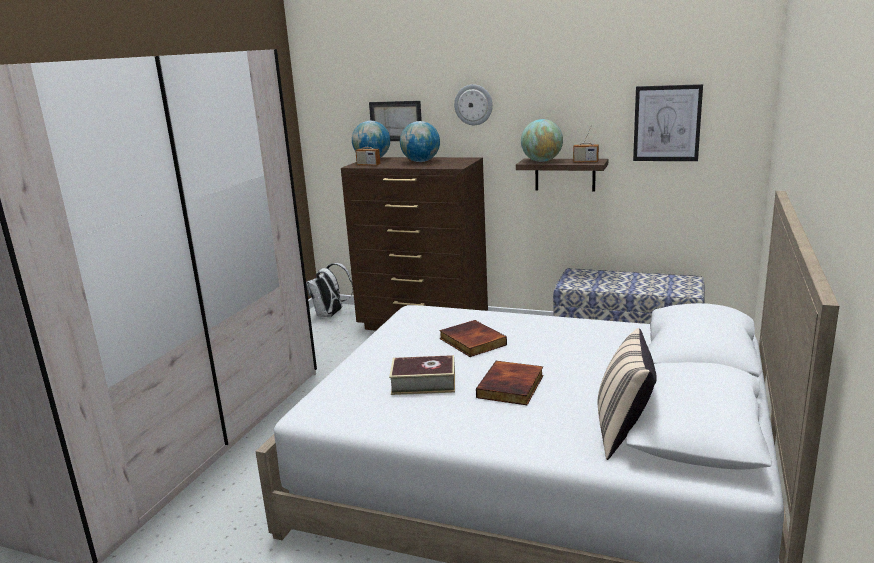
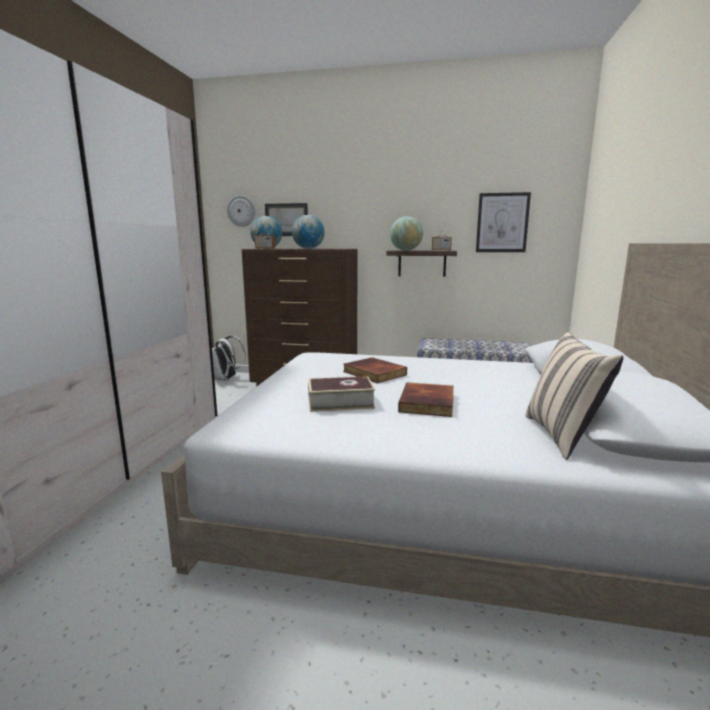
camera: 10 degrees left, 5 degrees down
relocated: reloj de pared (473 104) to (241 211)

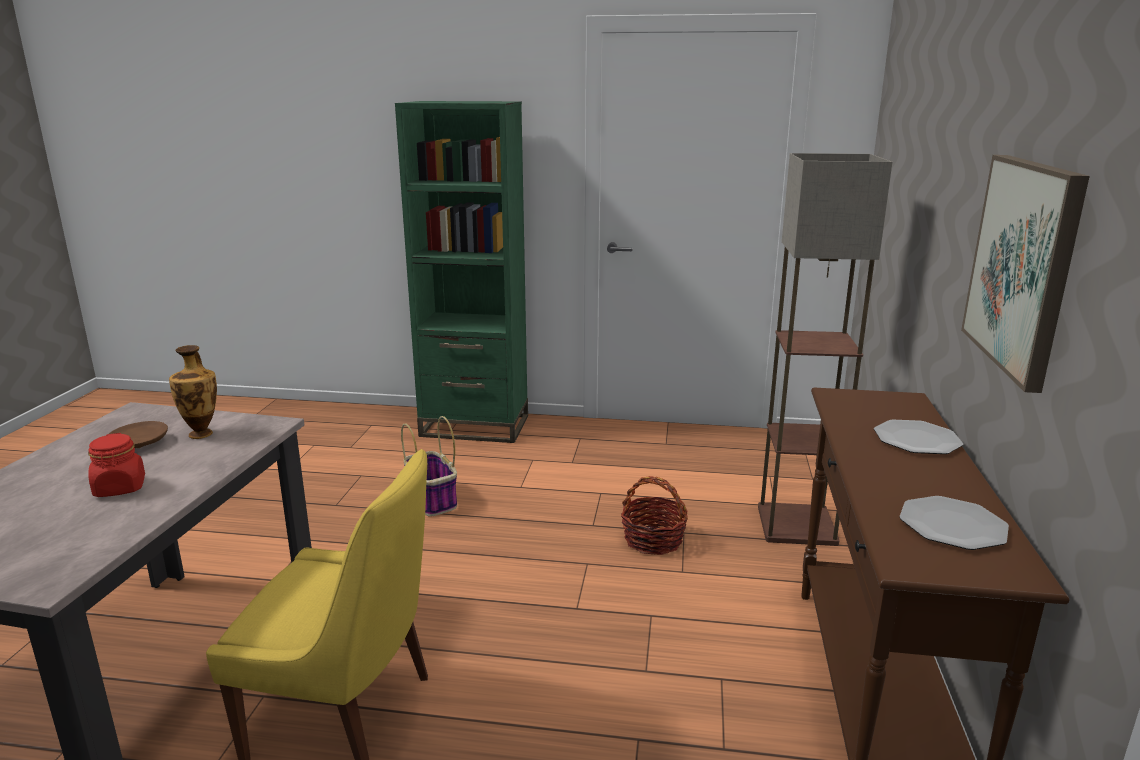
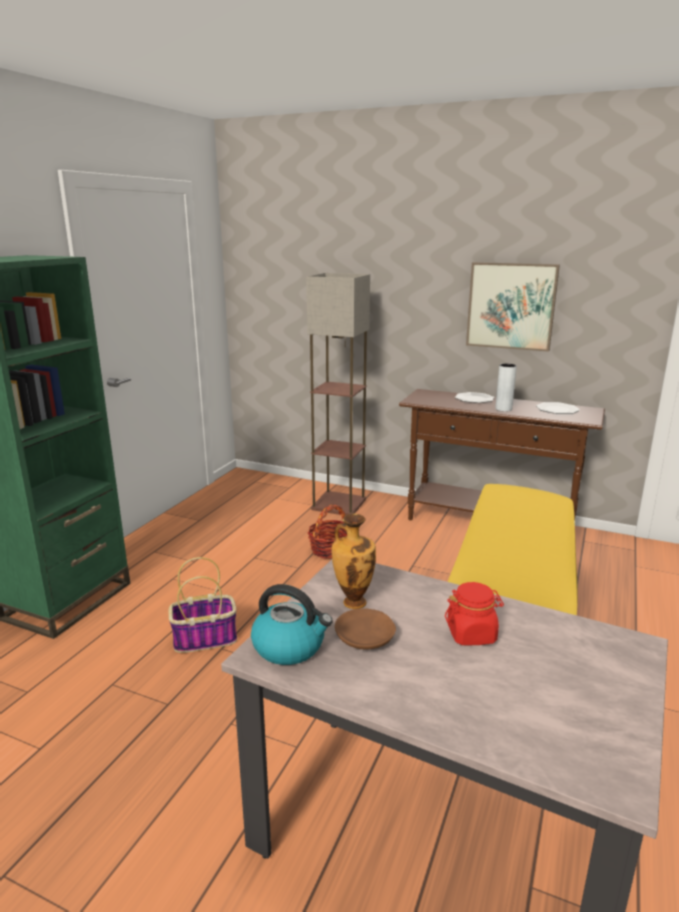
camera: 75 degrees left, 0 degrees up
appeared: hervidor (290 646); florero (gris) (503 409)

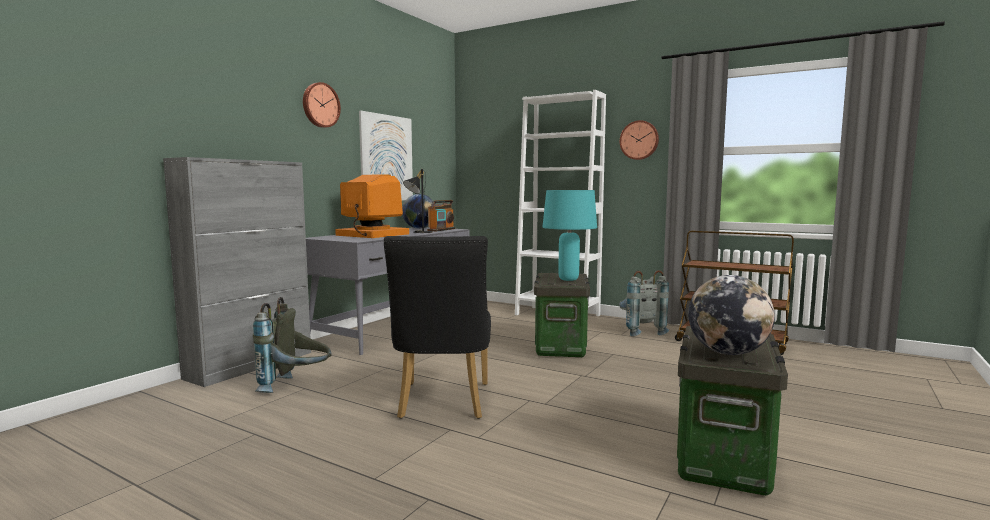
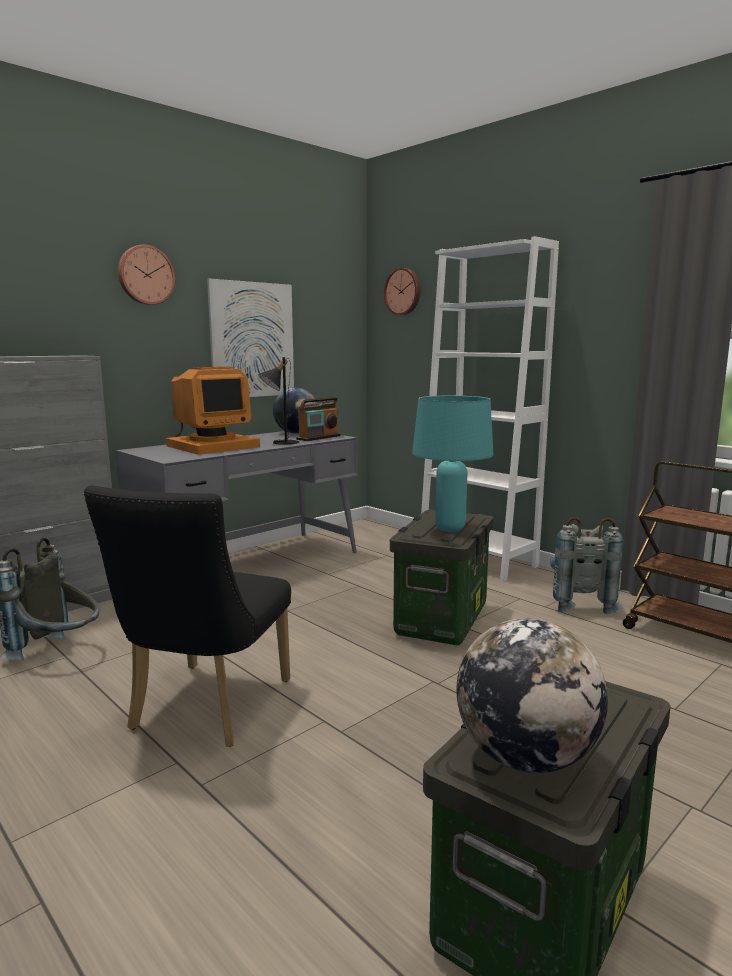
camera: 15 degrees right, 5 degrees up
relocated: reloj de pared (639 140) to (403 292)
spun: monitor (371 235) = (212 446) 90 degrees clockwise

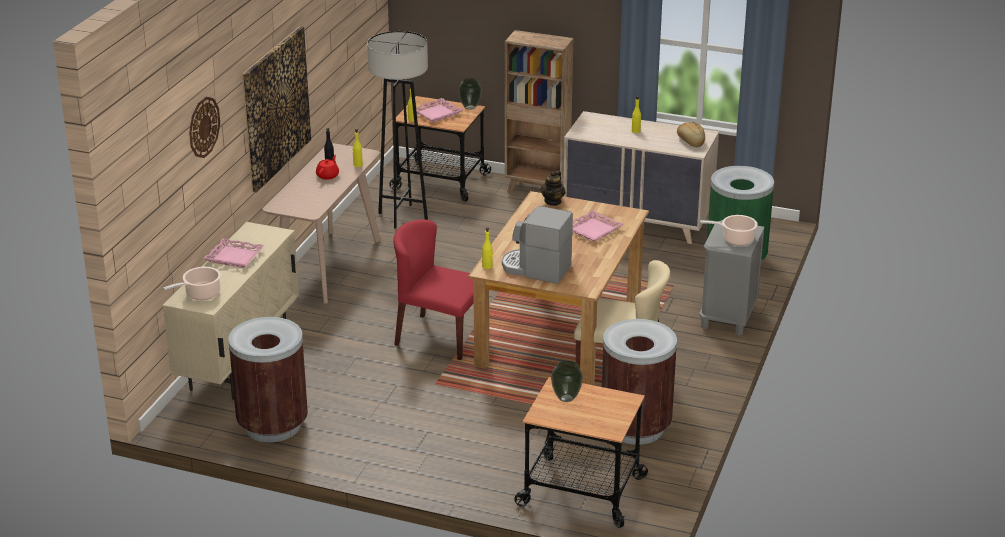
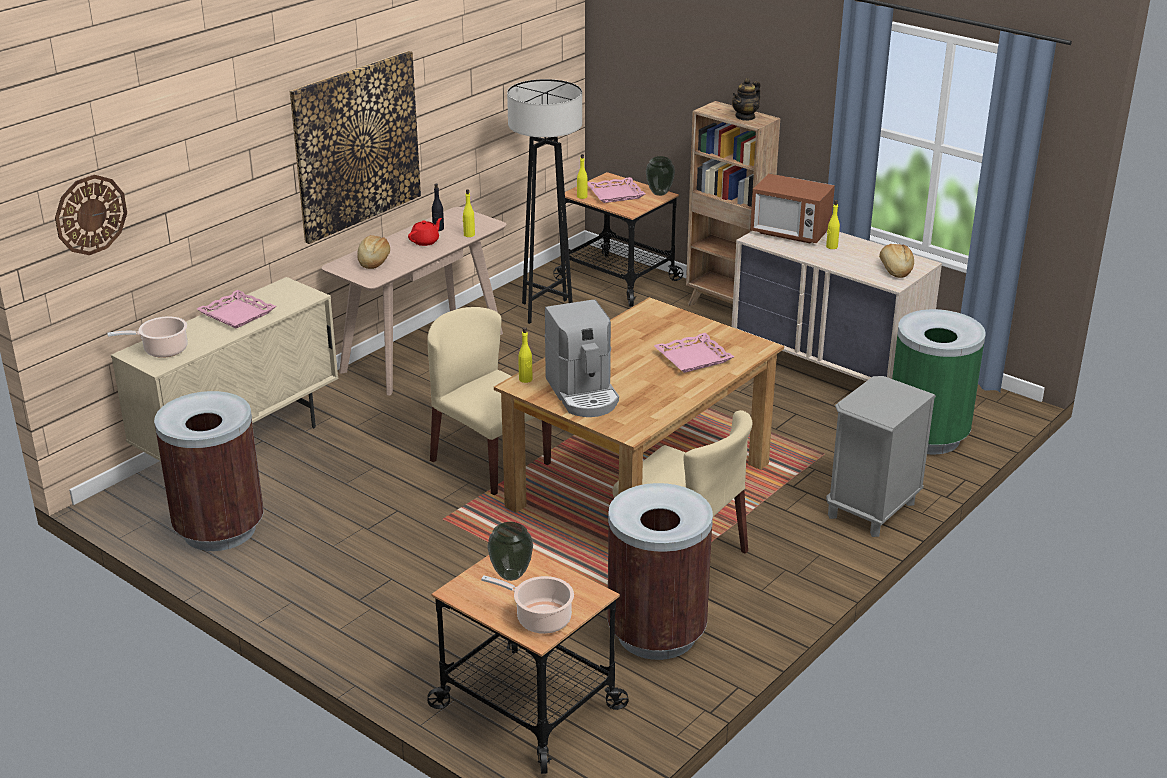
camera: 20 degrees right, 0 degrees up
appeared: pan (373 261); microondas (790 233)
relocated: reloj de pared (203 127) to (90 214); olla (735 239) to (540 618); tetera (553 201) to (745 117)
colour: silla (rojo) (439 337) to silla (beis) (489 462)
spun: cafetera (535 269) = (583 393) 150 degrees counterclockwise

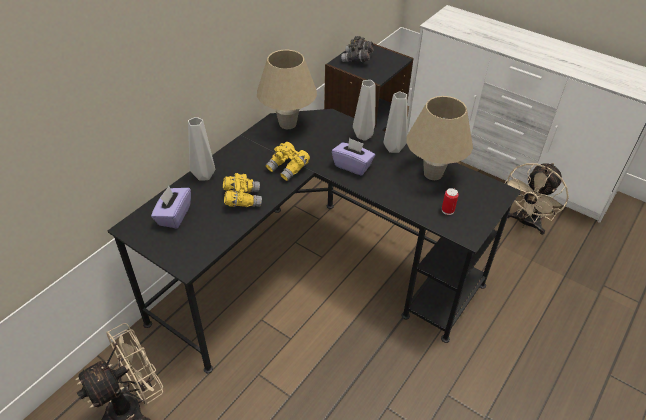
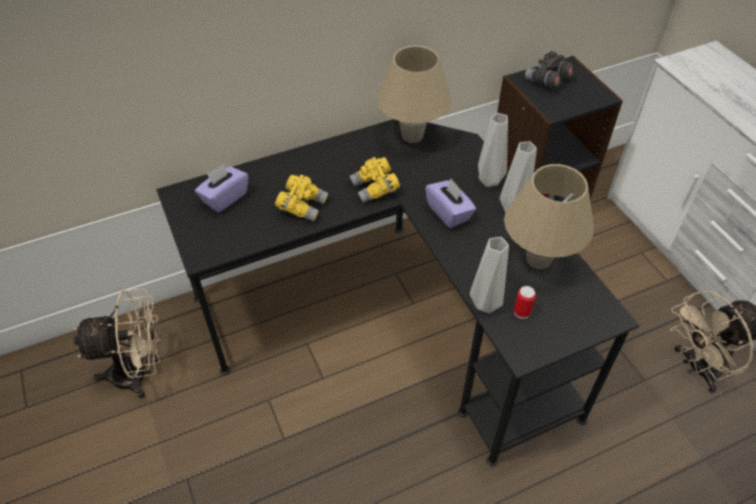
camera: 30 degrees right, 5 degrees up
relocated: florero (gris) (204 176) to (485 305)

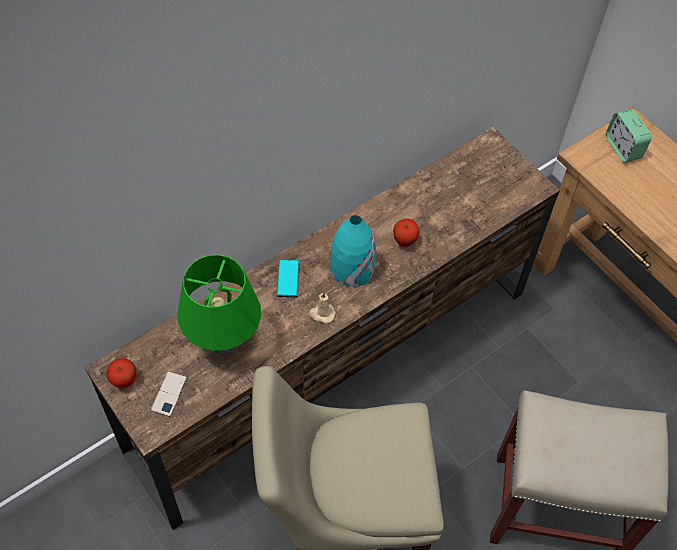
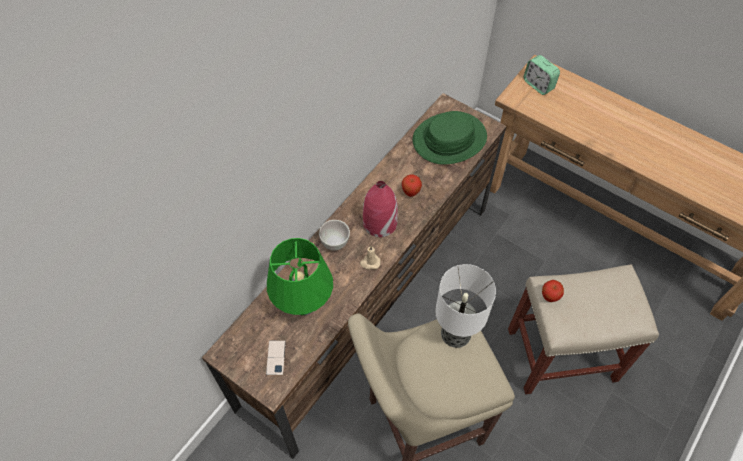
camera: 15 degrees left, 0 degrees up
appeared: sombrero (verde) (449 139); lámpara de mesa (455 333)
relocated: manzana (124 381) to (549 297)
exchanged: móvil (288 278) to cuenco (blanco) (335 243)
colour: florero (turquesa) (351 268) to florero (rojo) (379 223)

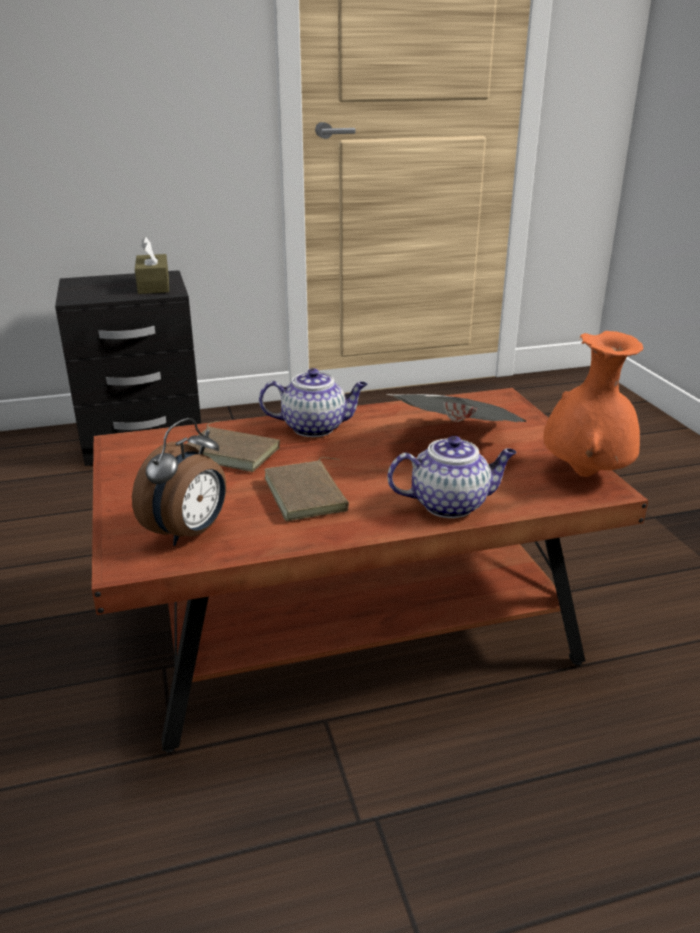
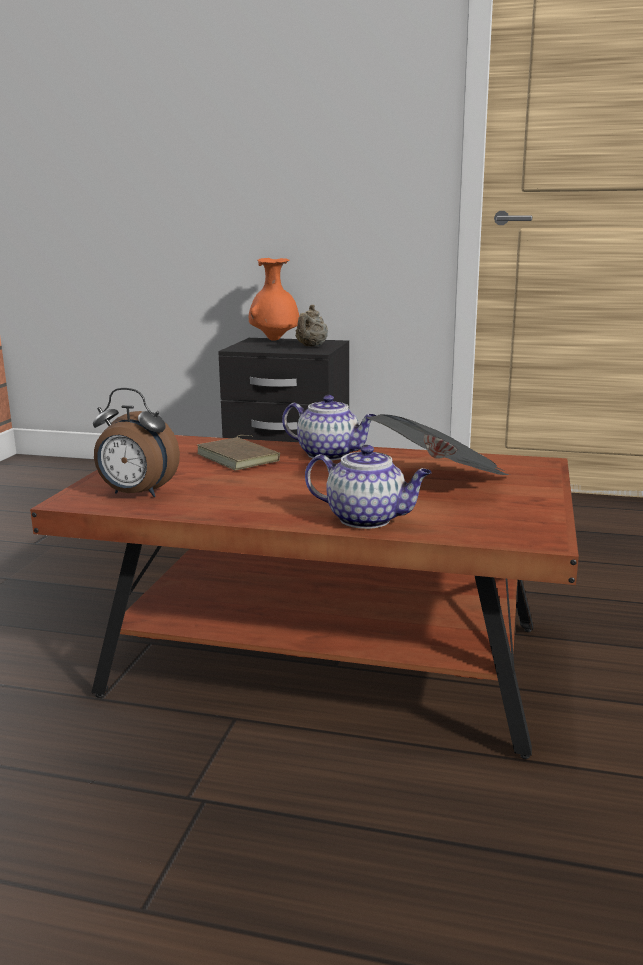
camera: 30 degrees right, 10 degrees down
missing: libro (marrón) (308 495)
relocated: florero (naranja) (585 474) to (274 340)
exchanged: caja de pañuelos (marrón) (153 285) to tetera (beis) (311 346)
spun: despertador (189 533) = (136 494) 45 degrees clockwise

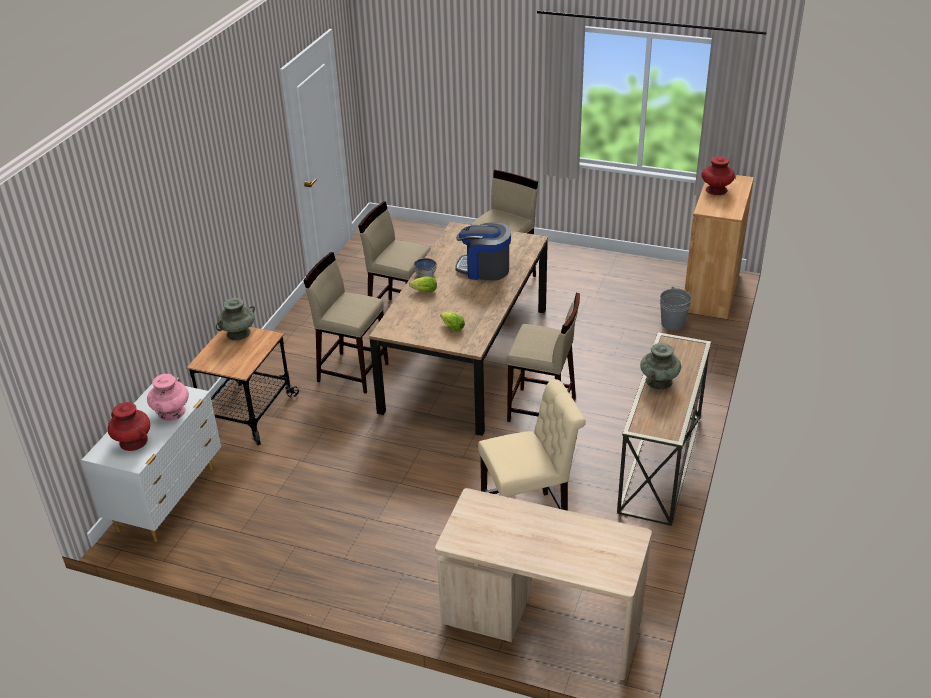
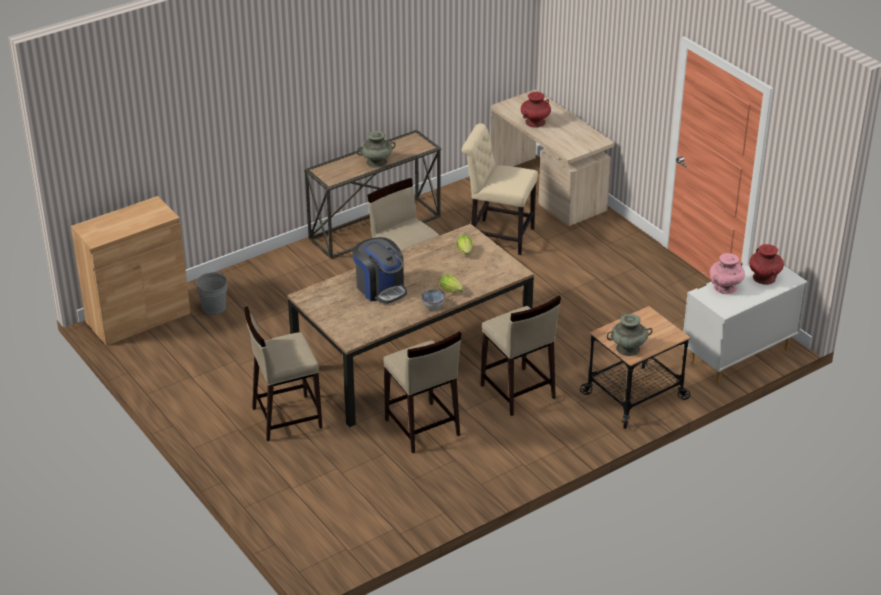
camera: 145 degrees left, 0 degrees up
relocated: florero (rojo) (716 190) to (535 122)

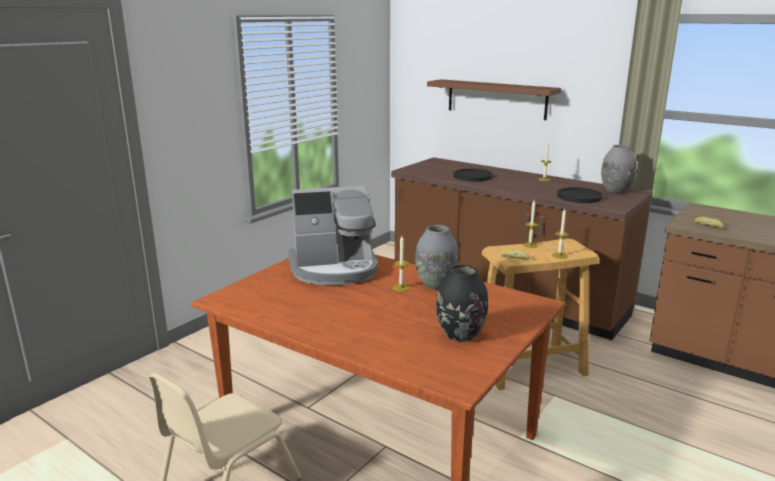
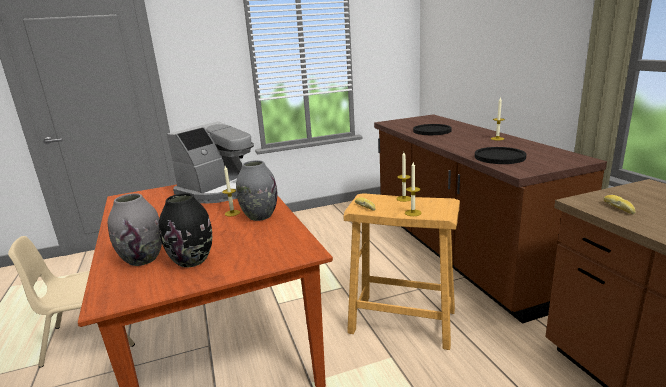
camera: 35 degrees right, 0 degrees up
missing: estante (marrón) (496 99)
relocated: florero (gris) (615 190) to (143 259)
spun: cafetera (334 268) = (221 190) 75 degrees counterclockwise

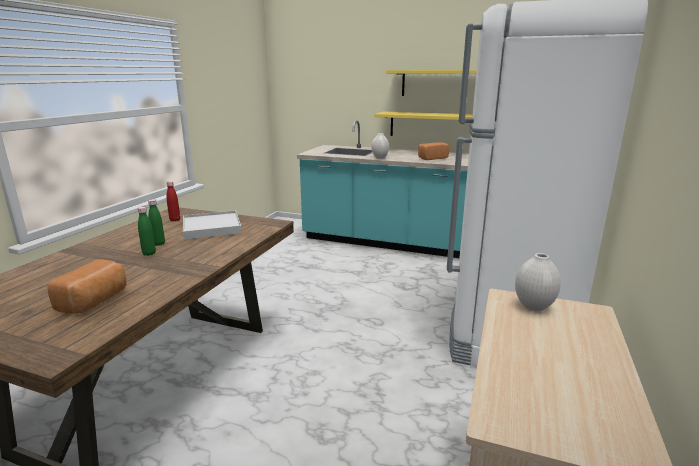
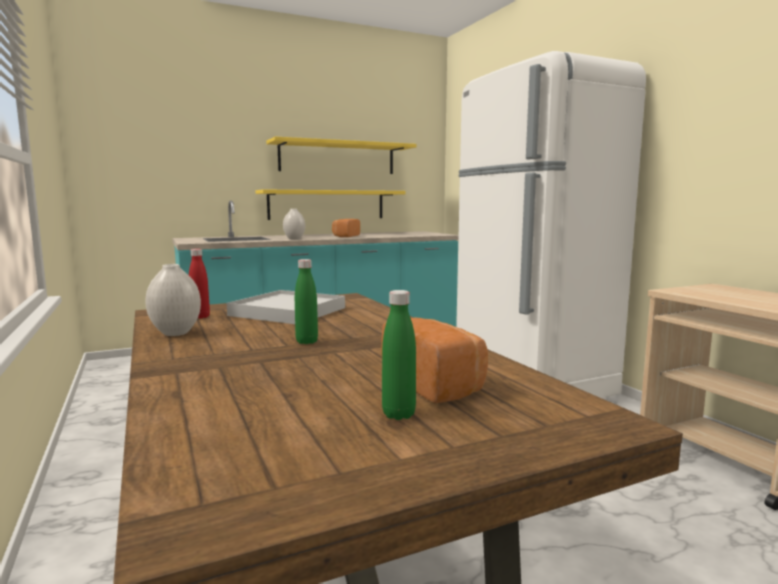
camera: 45 degrees left, 10 degrees down
relocated: florero (blanco) (533 306) to (175 333); botella (verde) (158 244) to (398 414)

